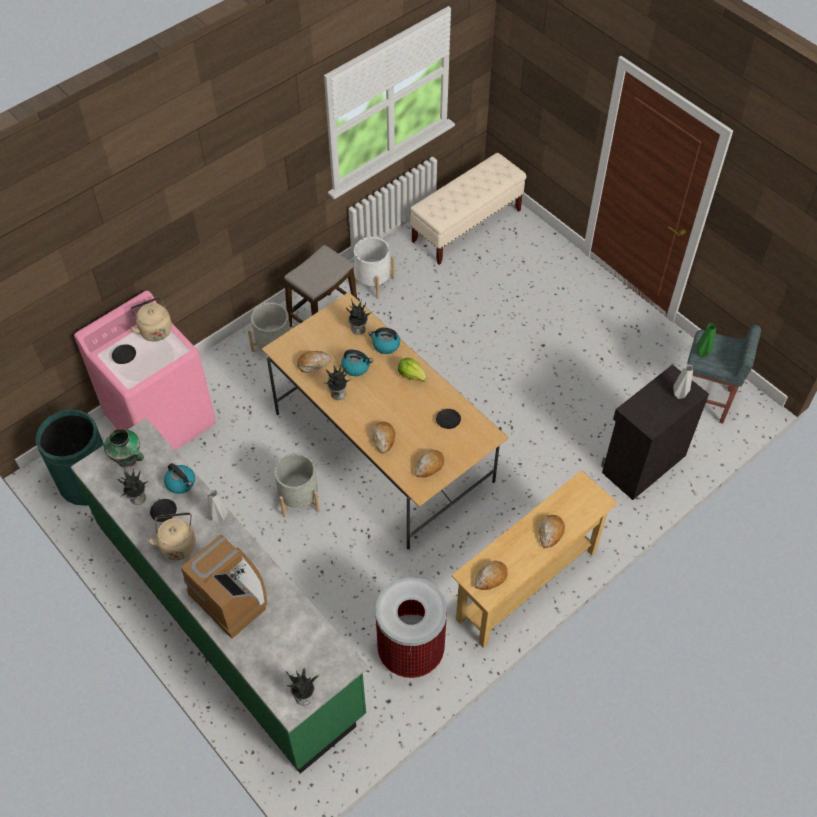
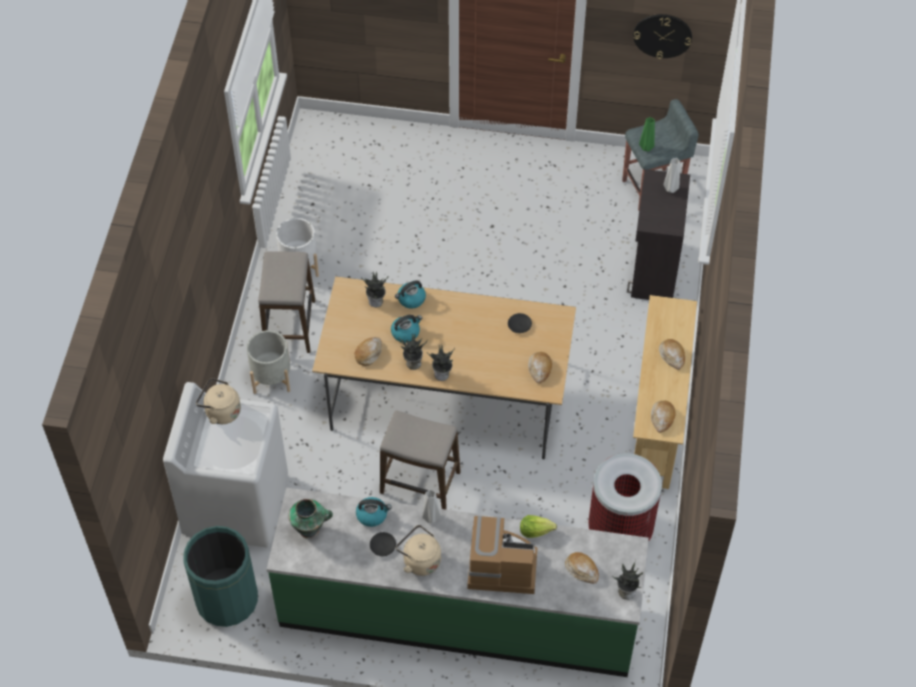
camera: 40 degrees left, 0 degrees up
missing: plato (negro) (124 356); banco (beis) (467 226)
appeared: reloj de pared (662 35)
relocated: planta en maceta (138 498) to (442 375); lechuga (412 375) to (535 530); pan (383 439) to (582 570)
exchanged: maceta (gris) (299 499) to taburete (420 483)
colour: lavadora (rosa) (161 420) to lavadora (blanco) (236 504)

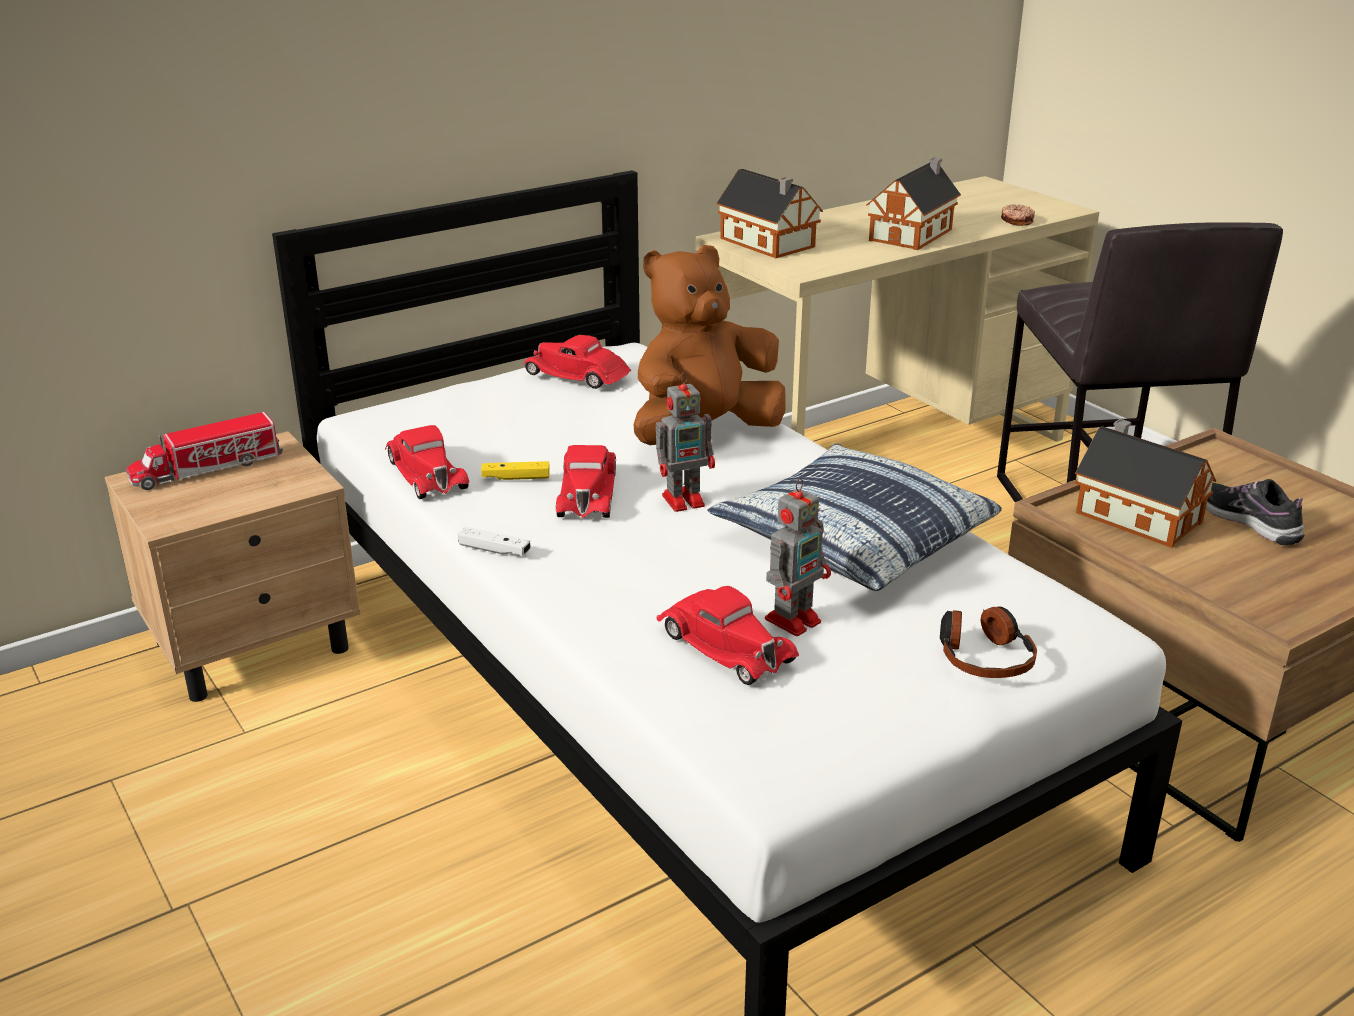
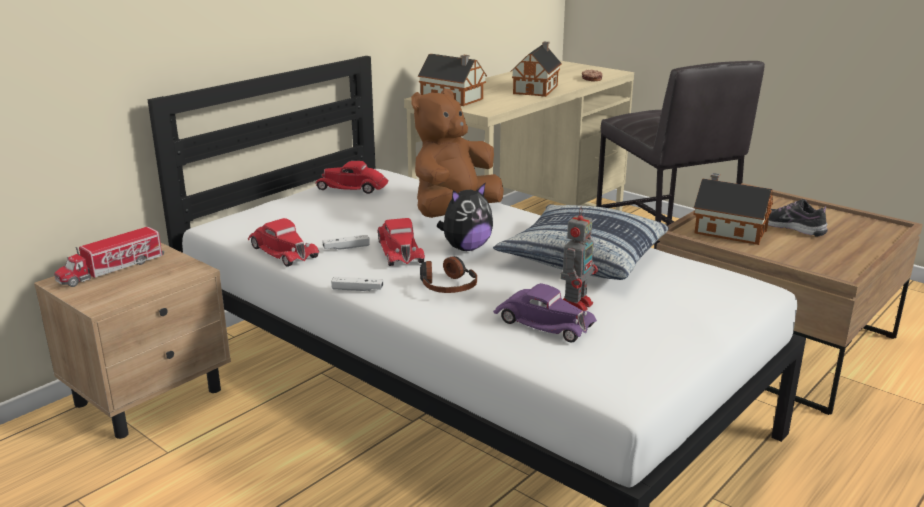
camera: 15 degrees left, 5 degrees down
relocated: auriculares (983 656) to (447 285)
exchanged: robot de juguete (685 500) to peluche (466 248)
colour: mando de consola (amarillo) (516 478) to mando de consola (blanco) (346 248); coche de juguete (rojo) (724 646) to coche de juguete (morado) (543 323)

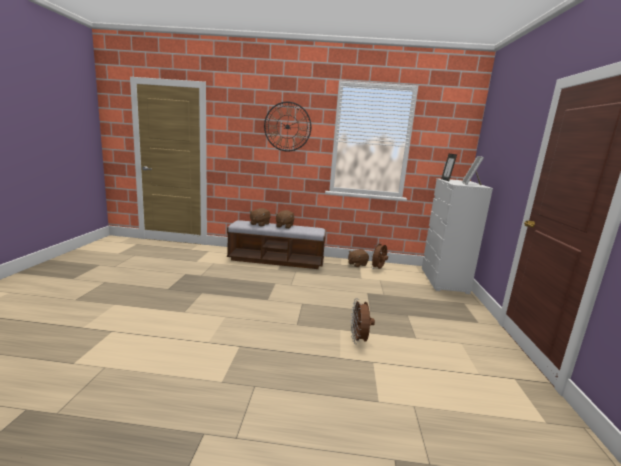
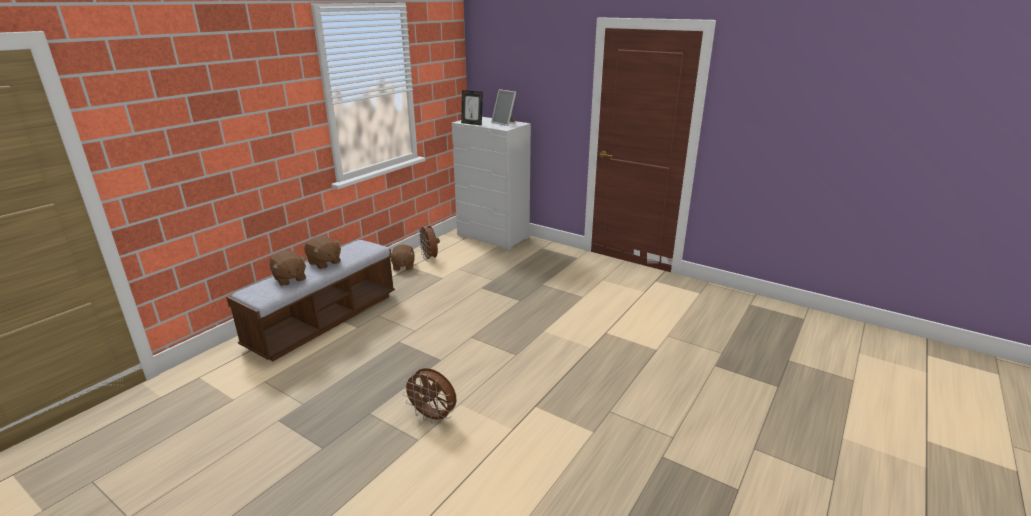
camera: 60 degrees left, 10 degrees up
missing: reloj de pared (287 126)
relocated: ventilador (marrón) (359 340) to (433 417)

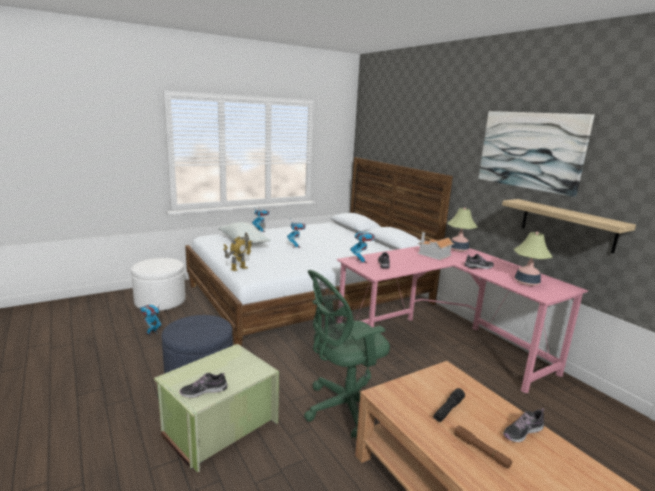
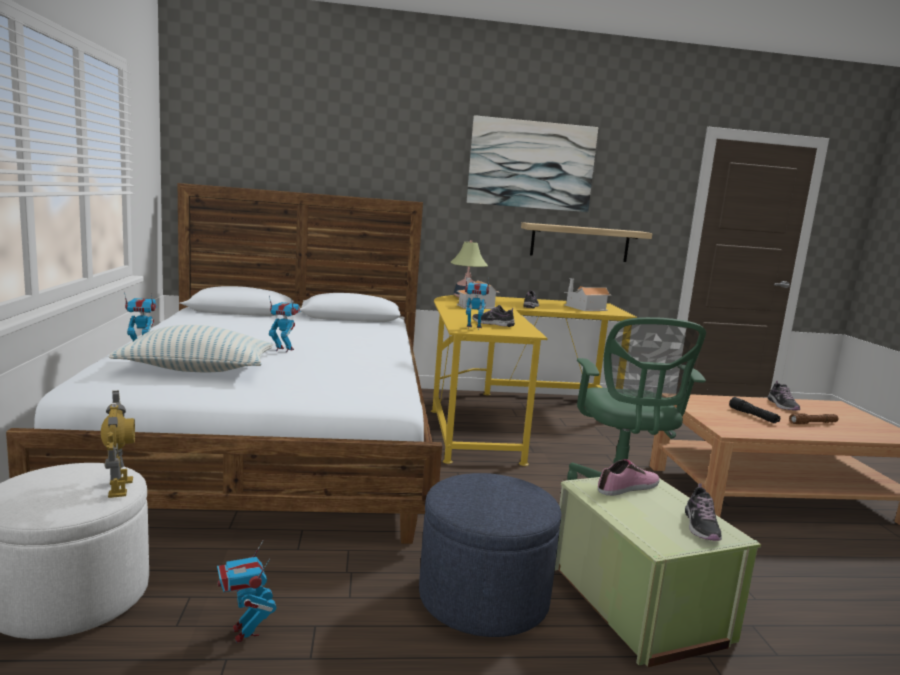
camera: 65 degrees left, 5 degrees down
appeared: zapato (628 488)
relocated: robot de juguete (238 268) to (119 487)
exchanged: lámpara de mesa (526 282) to casita (584 308)
colour: escritorio (rosa) (442 343) to escritorio (amarillo) (506 417)

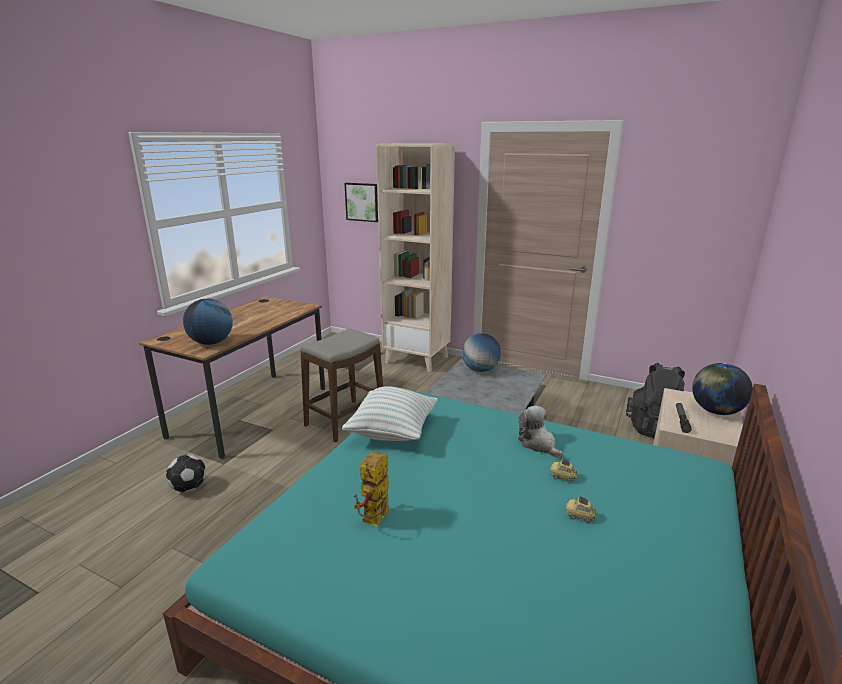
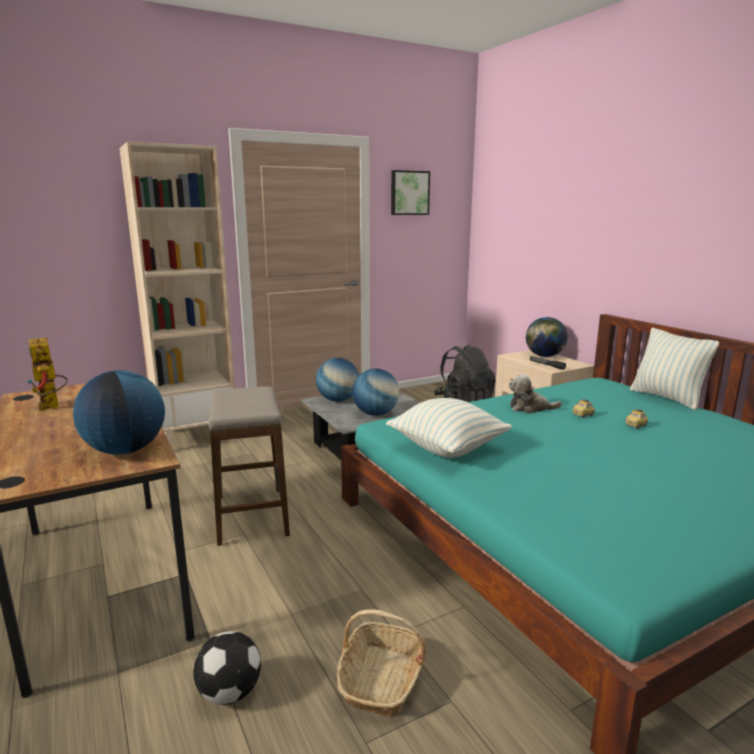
camera: 55 degrees left, 5 degrees down
appeared: cesta (381 680); globo terráqueo (375 414); cojín (667 398)
relocated: robot de juguete (375 521) to (52 407); cuadro (363 202) to (409 193)

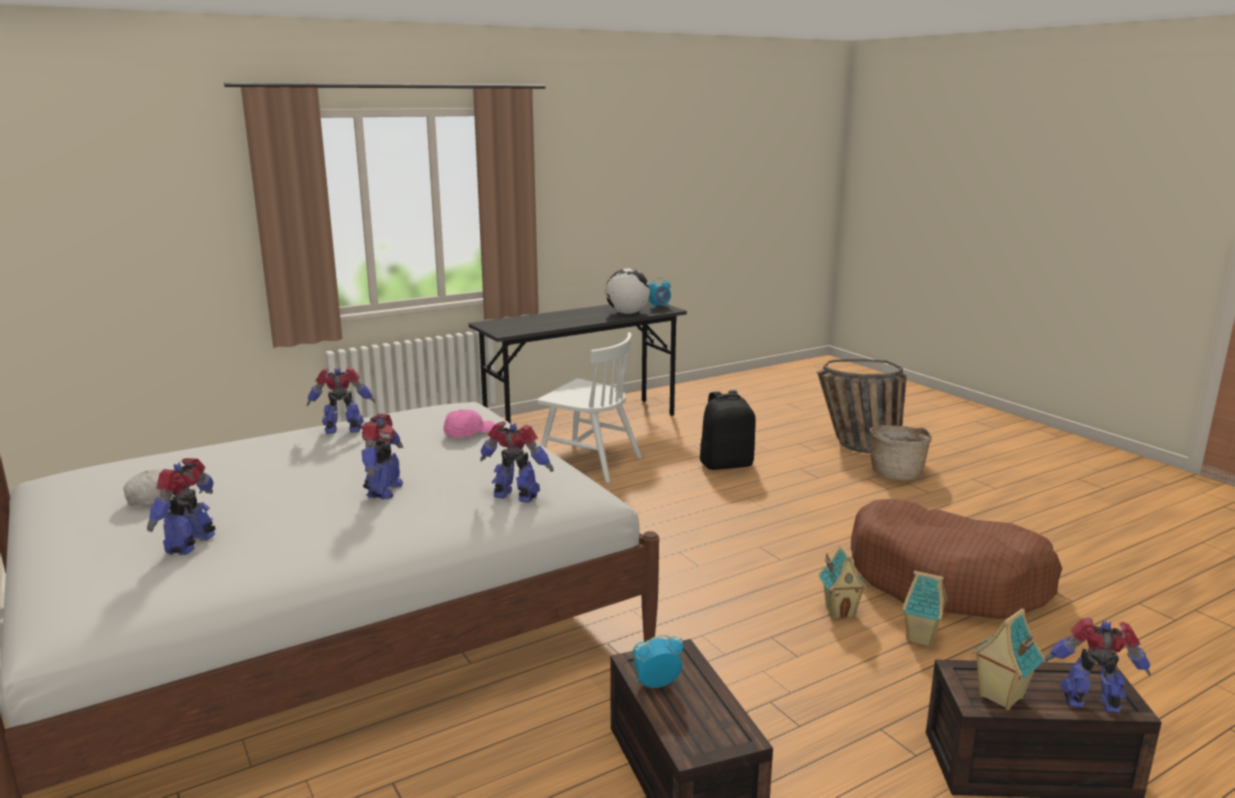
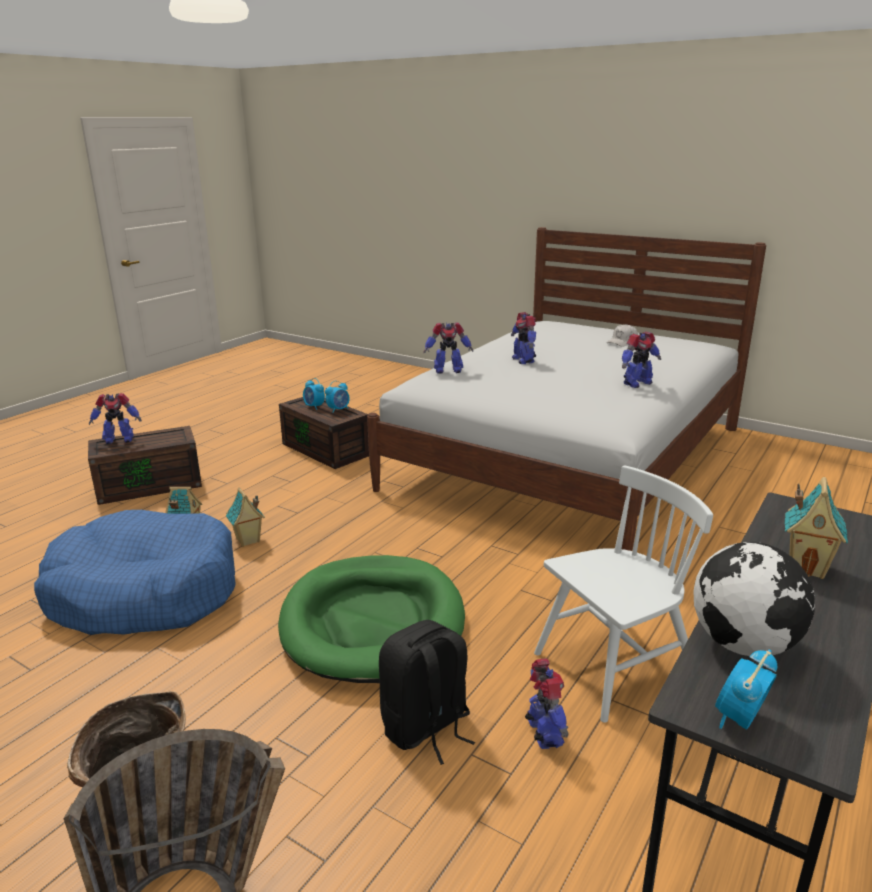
camera: 155 degrees right, 5 degrees up
missing: gorra (rosa) (468 433)
appeared: cama para perro (verde) (372 622); despertador (314 406)
relocated: robot de juguete (192 544) to (544 734); casita (999 697) to (807 567)
colour: cama para perro (marrón) (946 580) to cama para perro (azul) (144 592)
spun: silla (blanco) (589 462) = (614 667) 150 degrees clockwise

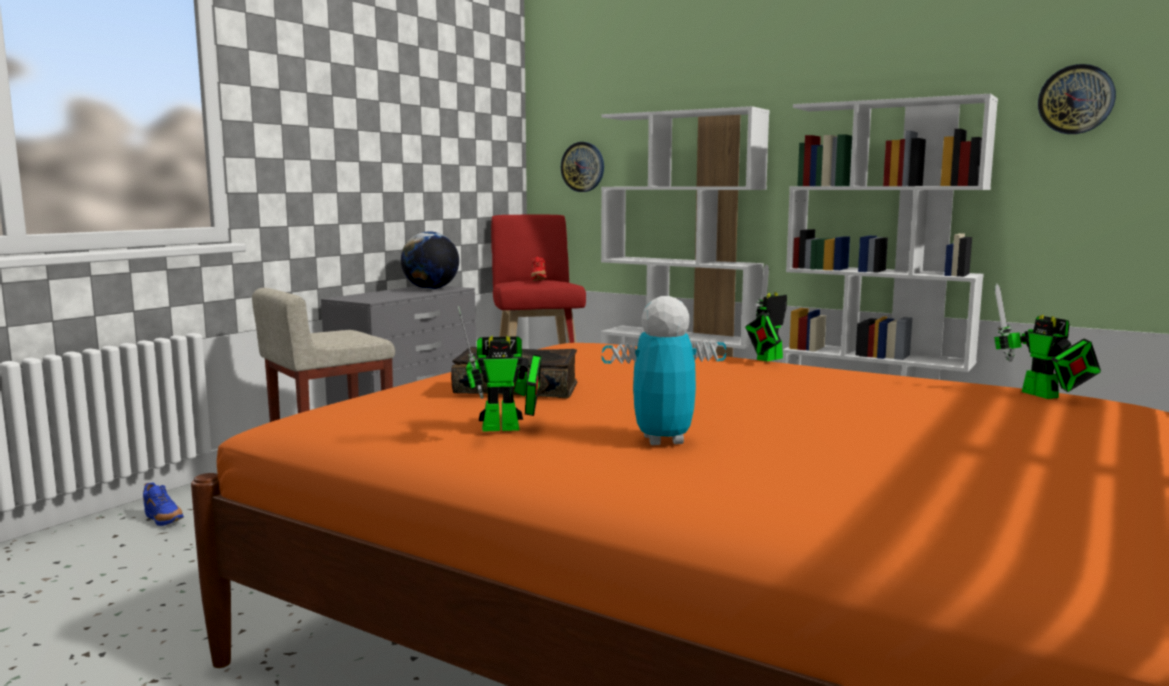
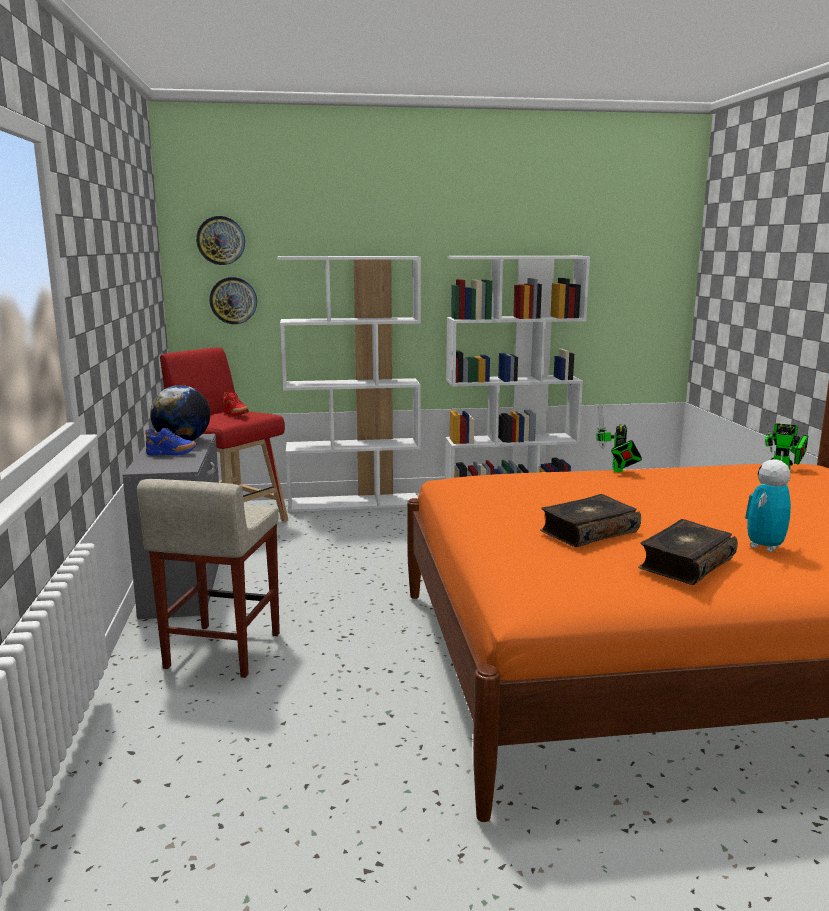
camera: 40 degrees left, 5 degrees up
relocated: zapato (azul) (163 521) to (171 454); reloj de pared (1076 99) to (221 240)
exchanged: robot de juguete (507 428) to libro (685 564)

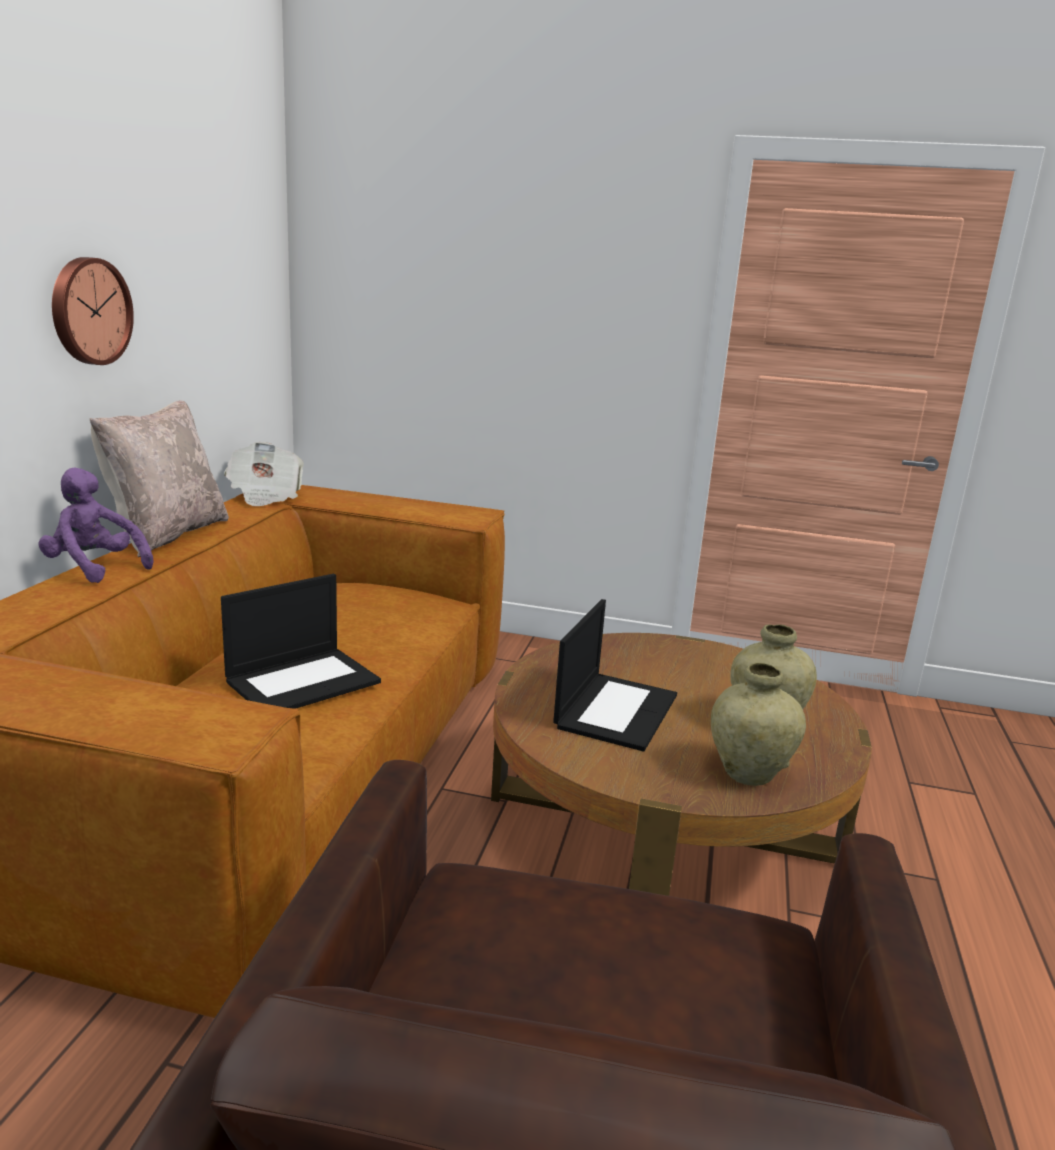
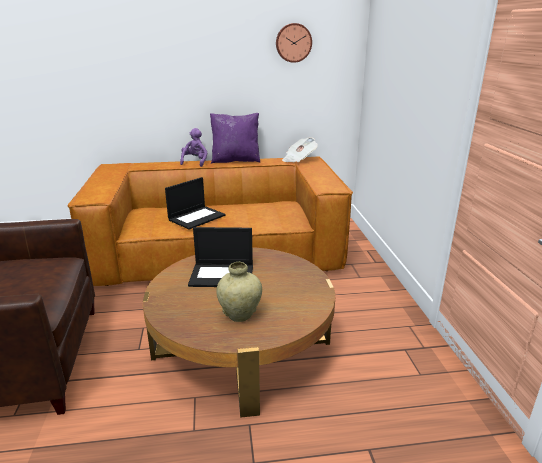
camera: 70 degrees right, 5 degrees up
missing: florero (beis) (748 773)
relocated: reloj de pared (89 311) to (293 43)
colour: cojín (beis) (166 534) to cojín (morado) (235 160)
spun: portátil (304 681) = (197 217) 75 degrees counterclockwise

